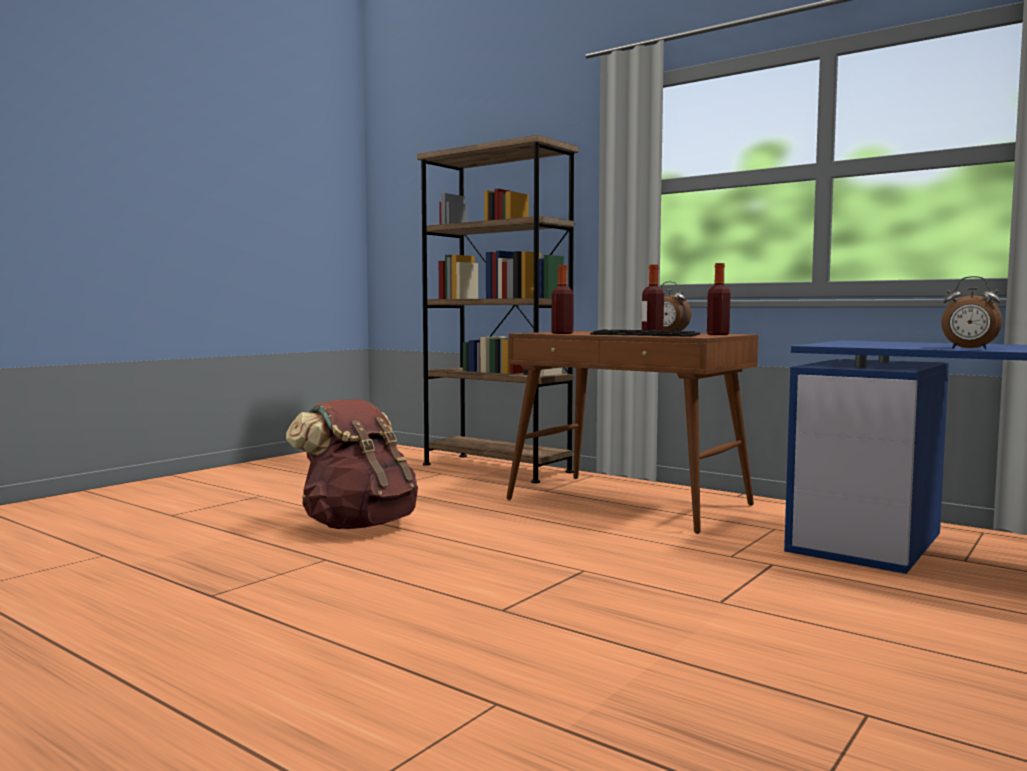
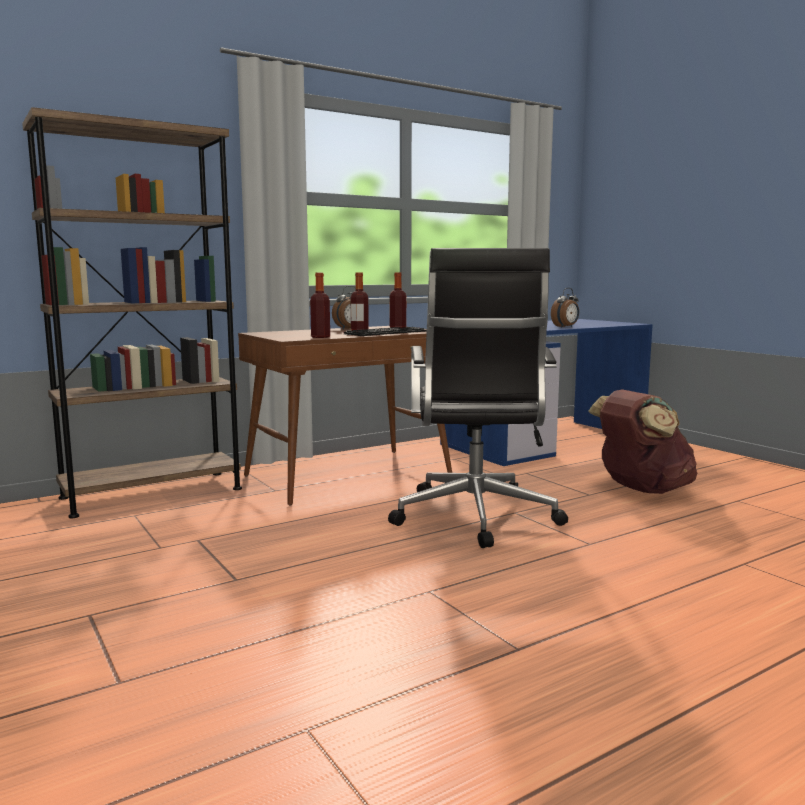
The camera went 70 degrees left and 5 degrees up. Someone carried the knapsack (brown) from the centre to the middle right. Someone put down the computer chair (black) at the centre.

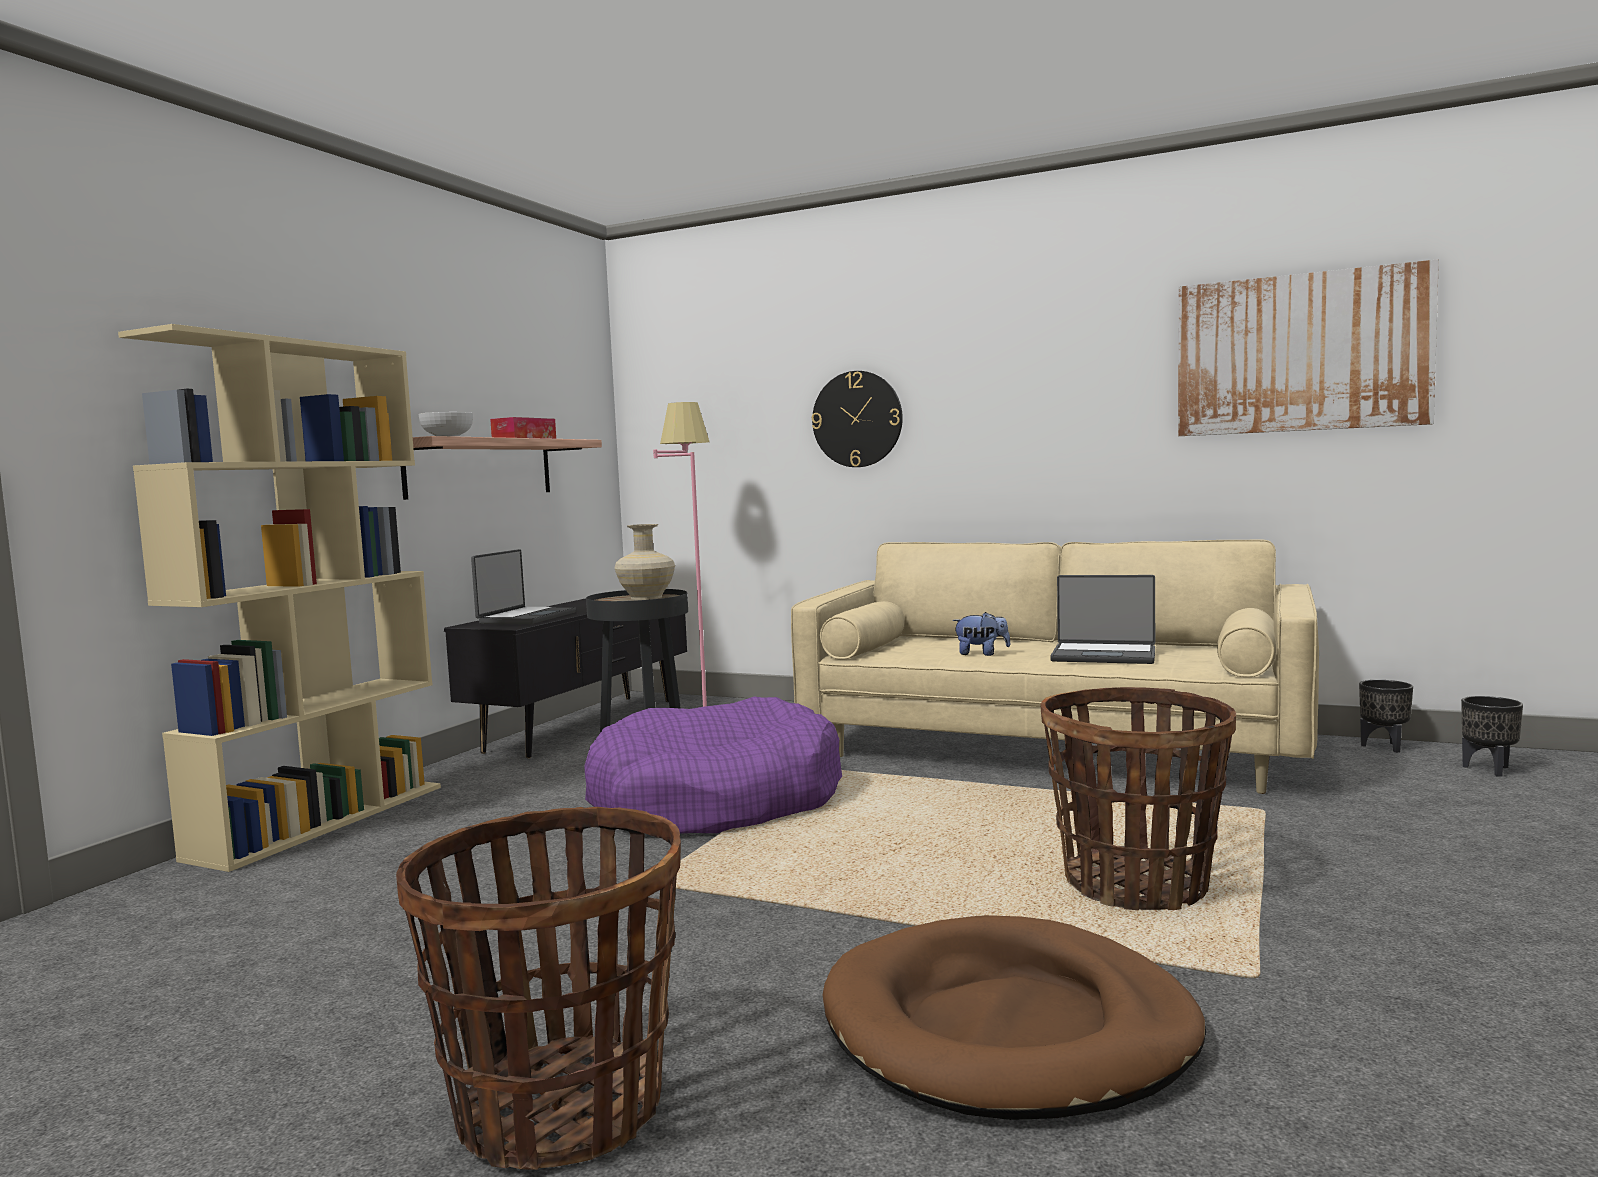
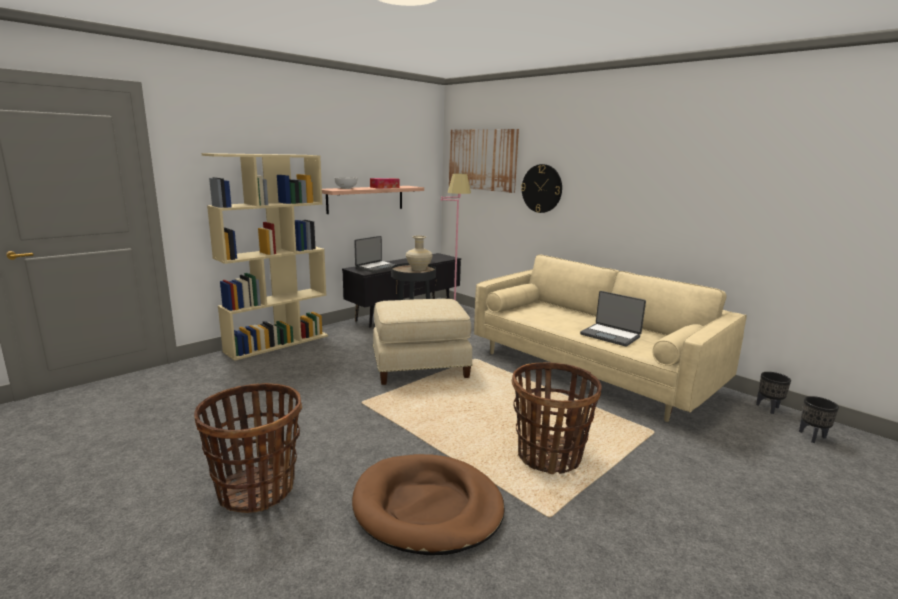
The camera went 20 degrees right and 10 degrees up. Someone swapped the pet bed (purplish) at the centre for the footrest (beige) at the centre. Someone took away the plush toy at the centre. Someone carried the wall art from the top right to the top centre.

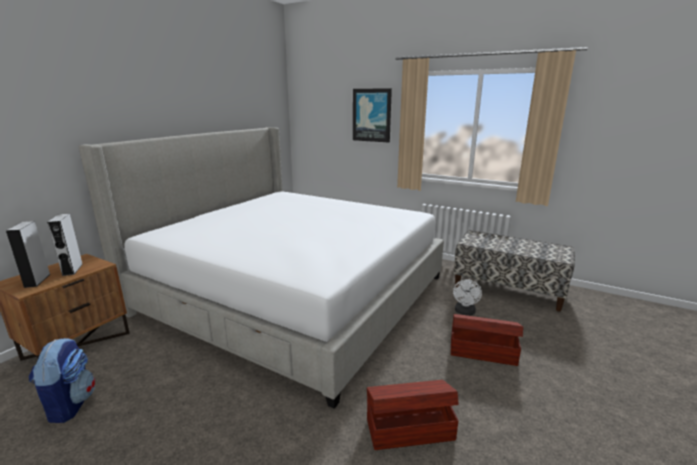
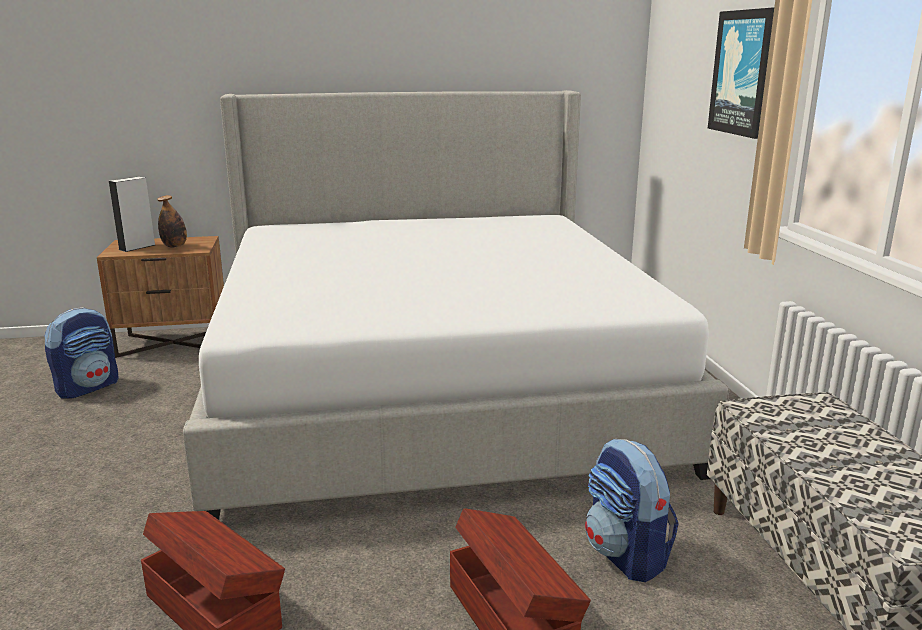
The camera went 50 degrees right and 0 degrees up. Someone swapped the audio speaker (grey) (2nd from left) at the middle left for the drink bottle at the middle left. Someone swapped the cooling fan (whitish) at the middle right for the knapsack (2nd from left) at the bottom right.

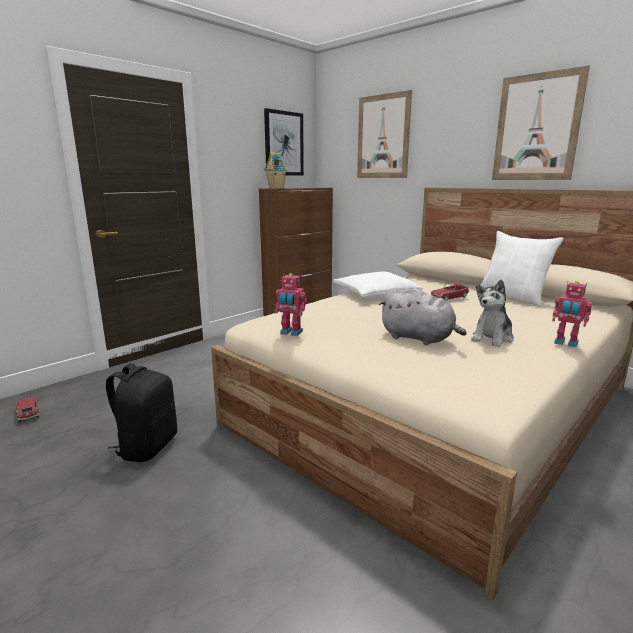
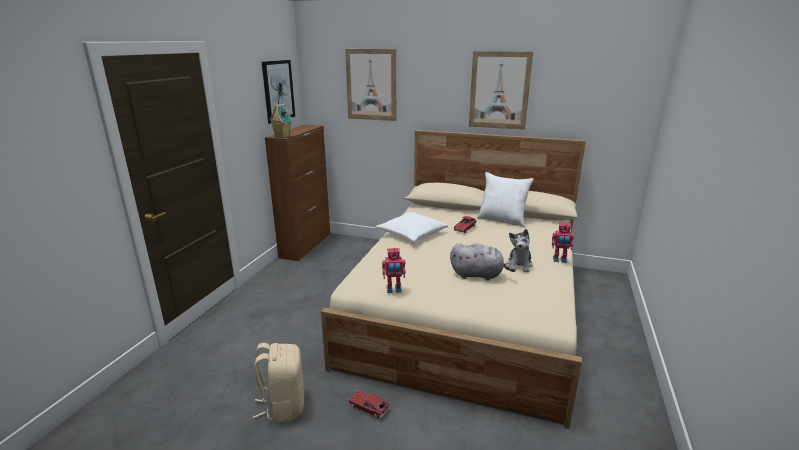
The camera went 25 degrees left and 5 degrees up. Someone carried the miniature car (1st from left) from the middle left to the bottom centre. Someone repainted the knapsack (black) at the middle left, which became the knapsack (beige) at the bottom centre.

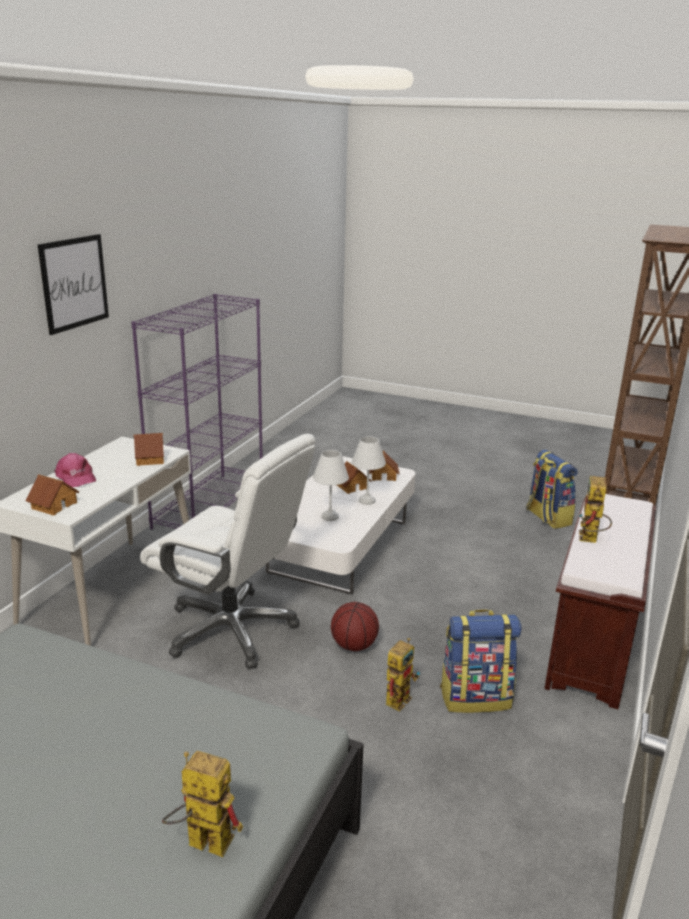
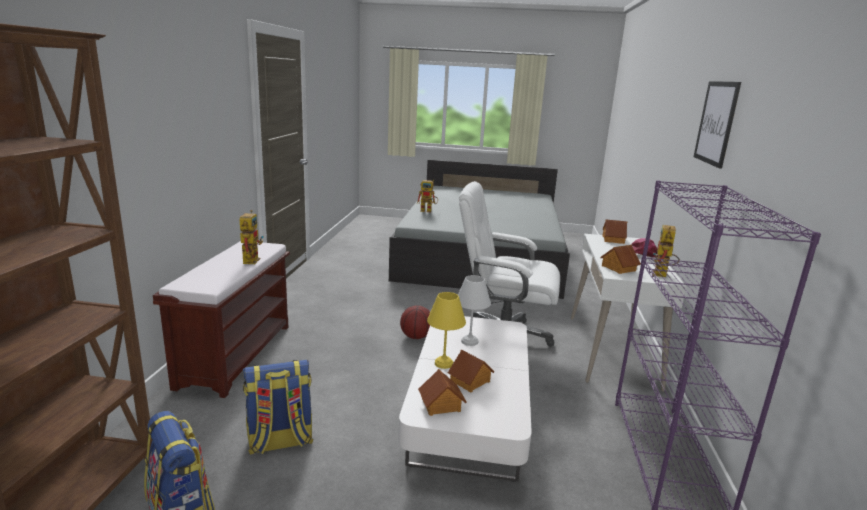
The camera went 165 degrees right and 5 degrees down. Someone repainted the table lamp (whitish) (2nd from left) at the centre, which became the table lamp (yellow) at the centre. Someone carried the robot figure (2nd from left in the first image) from the bottom centre to the middle right. Someone carried the knapsack (1st from left in the first image) from the bottom right to the bottom left.

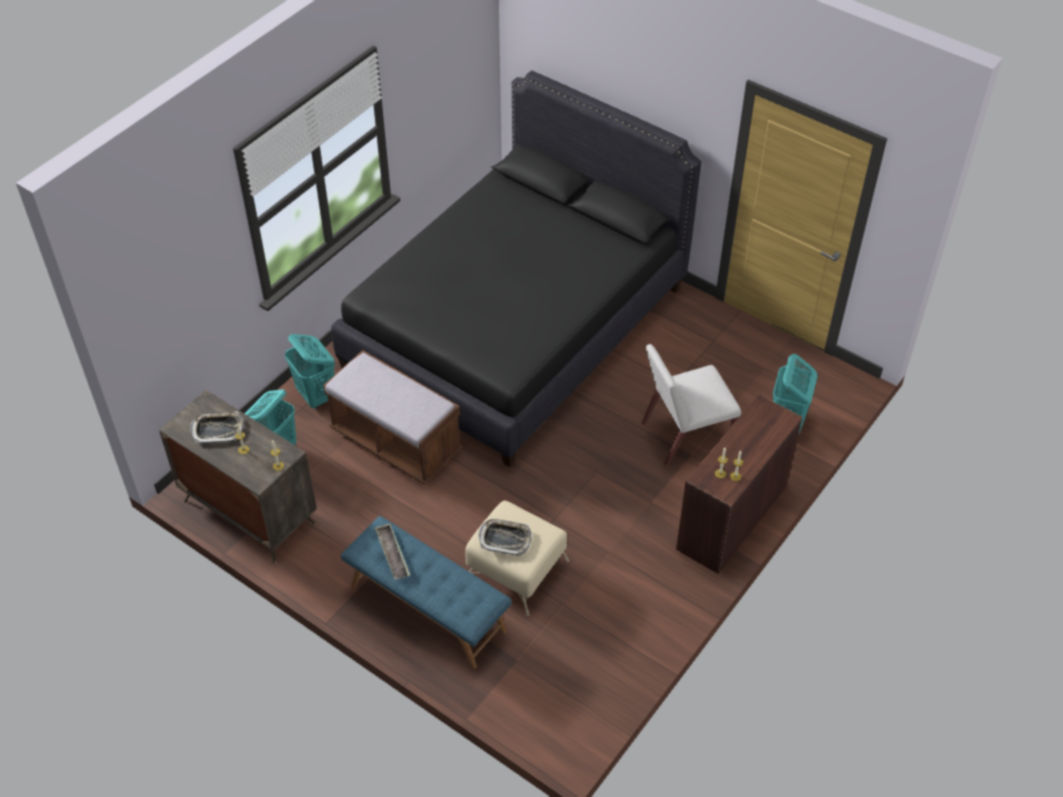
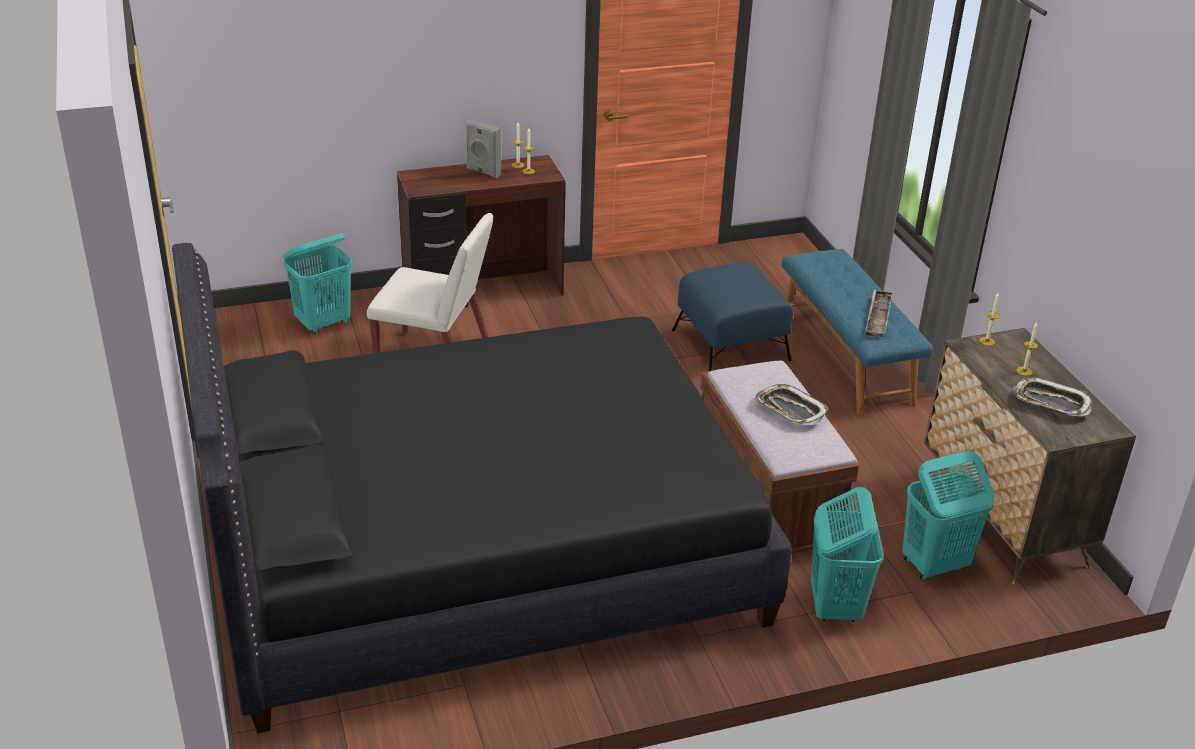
The camera went 145 degrees left and 15 degrees down. Someone repainted the footrest (beige) at the bottom centre, which became the footrest (bluish) at the centre. Someone carried the carrying tray (3rd from left in the first image) from the bottom centre to the centre. Someone put down the audio speaker (grey) at the top centre.

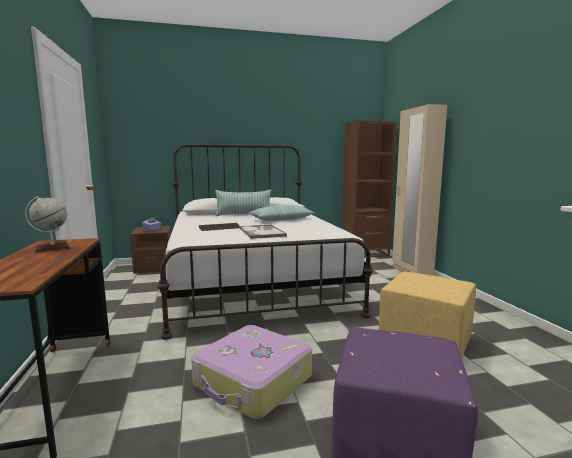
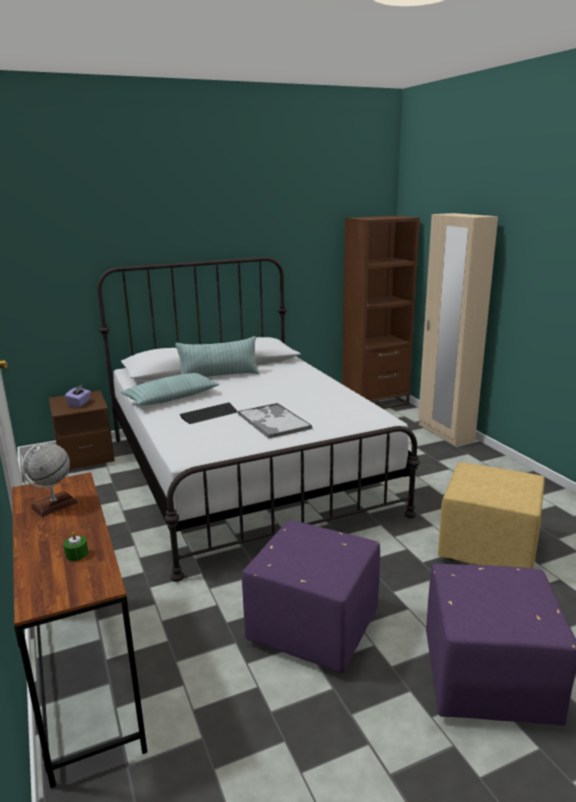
The camera went 10 degrees left and 10 degrees up. Someone swapped the suitcase at the bottom centre for the footrest (purplish) (1st from left) at the bottom centre. Someone carried the throw pillow (2nd from left in the first image) from the centre to the middle left. Someone put down the wax candle (greenish) at the bottom left.

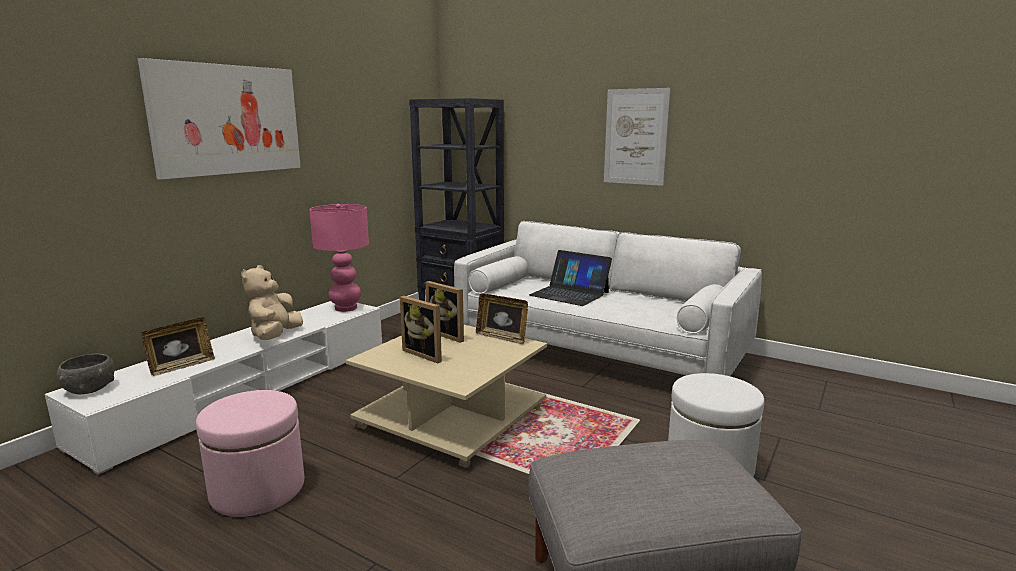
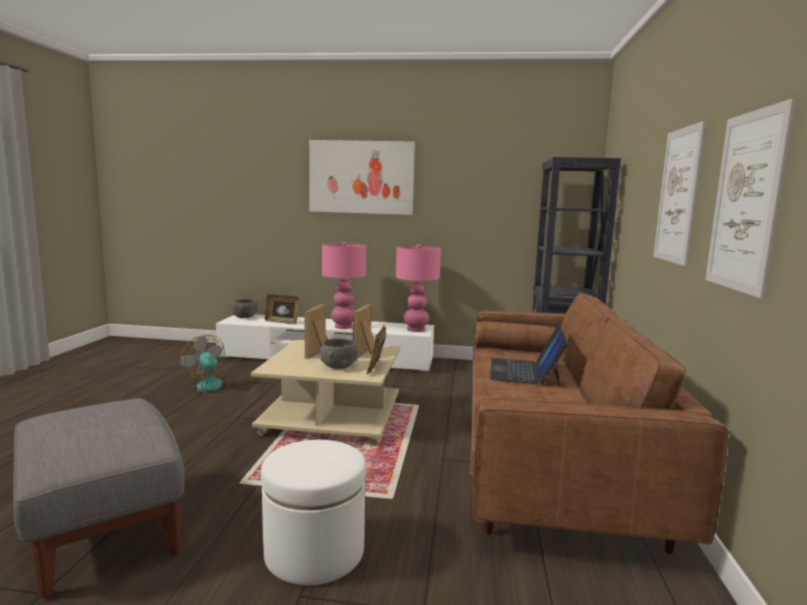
The camera went 65 degrees right and 5 degrees down. Someone swapped the footrest (pink) at the bottom left for the cooling fan at the middle left. Someone swapped the plush toy (beige) at the middle left for the table lamp (pink) (1st from left) at the centre. Someone repainted the sofa (whitish) at the centre, which became the sofa (brown) at the bottom right. Someone put down the bowl (grey) (2nd from left) at the centre. Someone put up the wall art (3rd from left) at the top right.

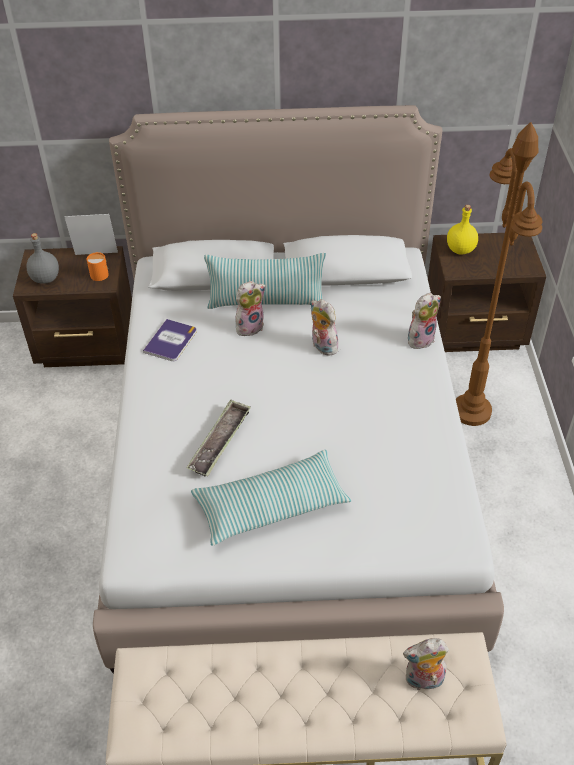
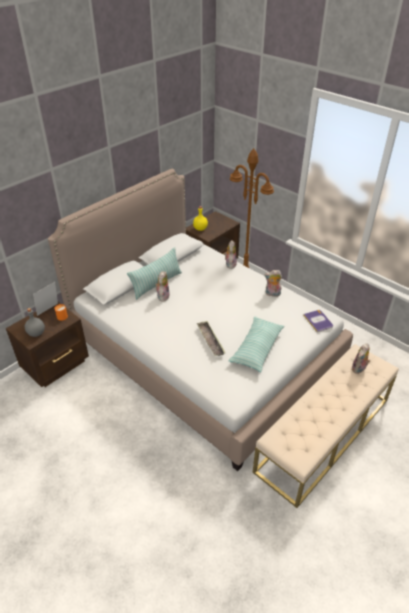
The camera went 45 degrees left and 5 degrees down. Someone carried the book from the middle left to the middle right. Someone carried the plush toy (2nd from left in the first image) from the centre to the middle right.

